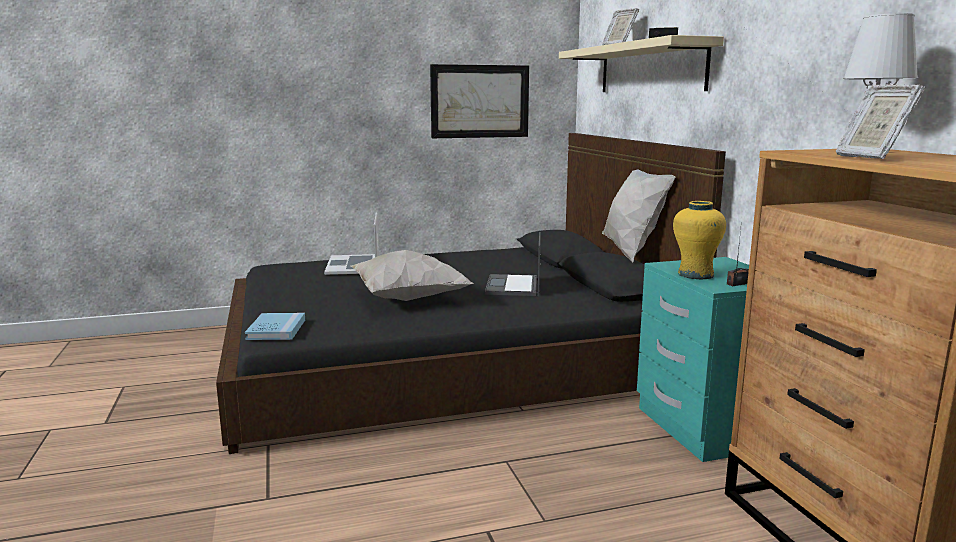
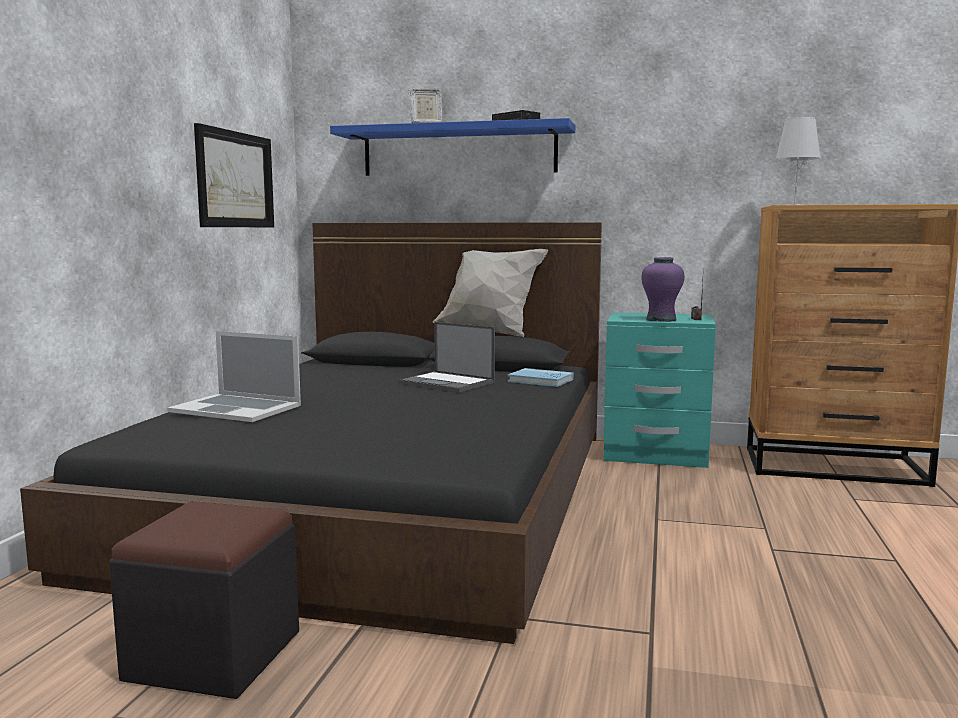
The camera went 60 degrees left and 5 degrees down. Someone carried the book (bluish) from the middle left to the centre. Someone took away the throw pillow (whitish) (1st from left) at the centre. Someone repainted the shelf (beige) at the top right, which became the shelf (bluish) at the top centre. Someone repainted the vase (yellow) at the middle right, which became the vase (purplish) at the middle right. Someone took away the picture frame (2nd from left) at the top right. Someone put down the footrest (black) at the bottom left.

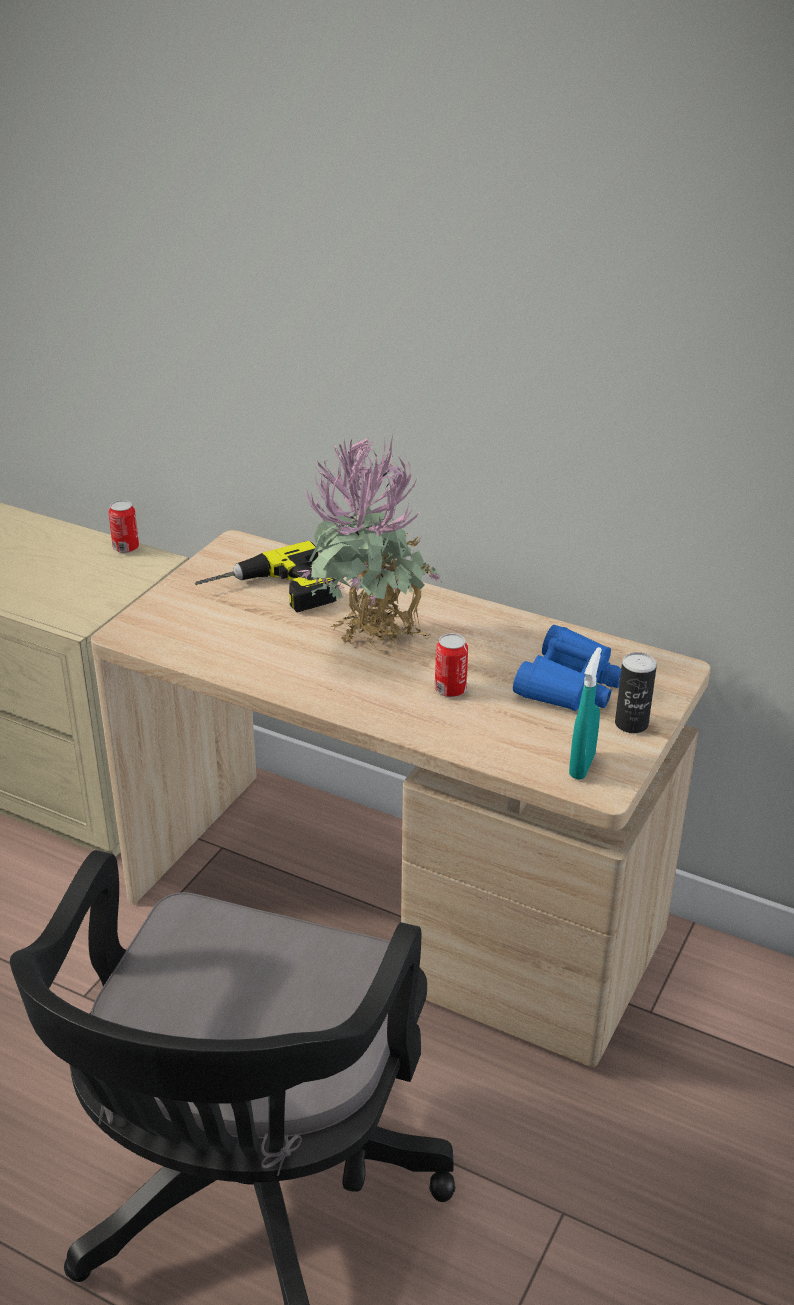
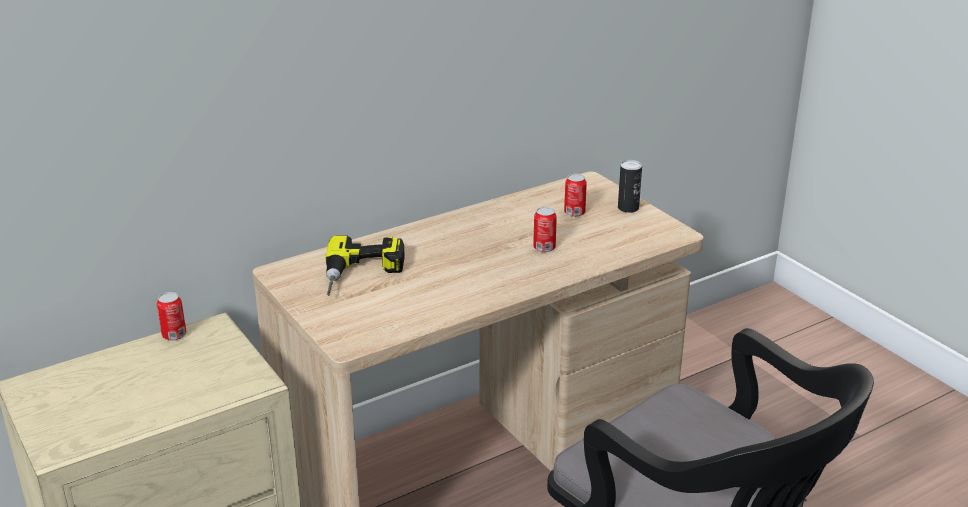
The camera went 60 degrees left and 5 degrees down. Someone took away the potted plant at the centre. Someone swapped the field glasses (bluish) at the middle right for the can (3rd from left) at the centre. Someone took away the sprayer (turquoise-coloured) at the middle right.

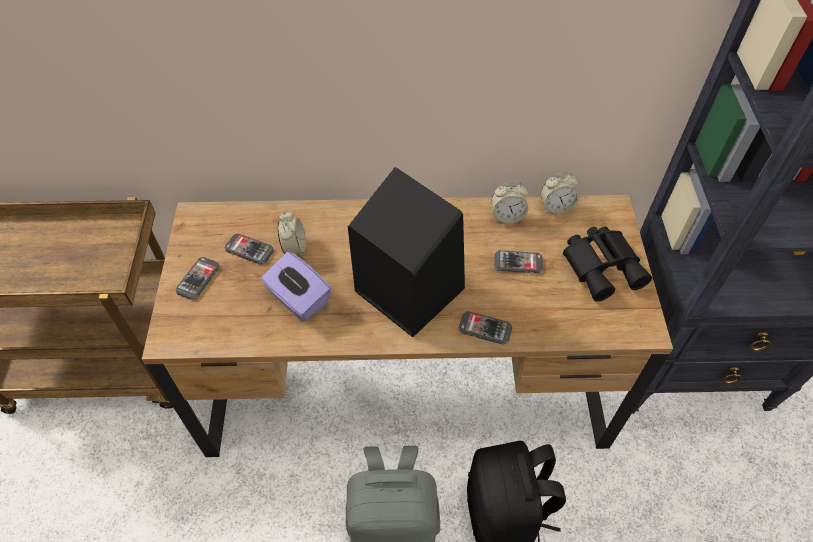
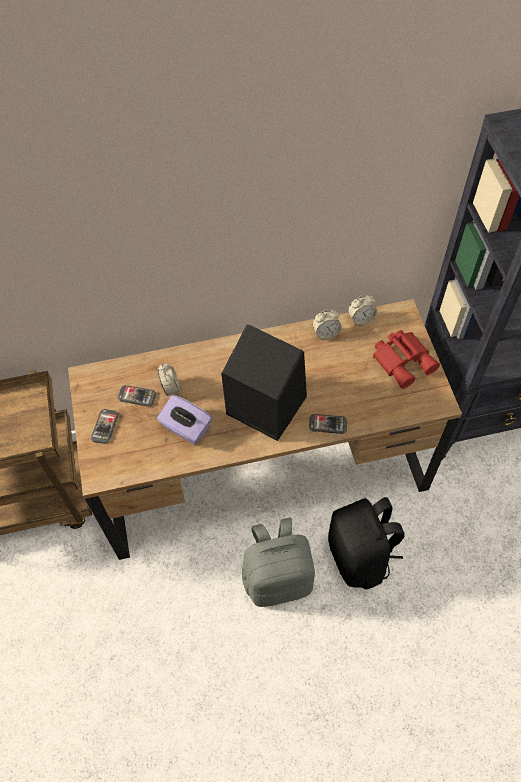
The camera went 10 degrees left and 5 degrees up. Someone took away the handset (4th from left) at the centre. Someone repainted the field glasses (black) at the middle right, which became the field glasses (red) at the middle right.

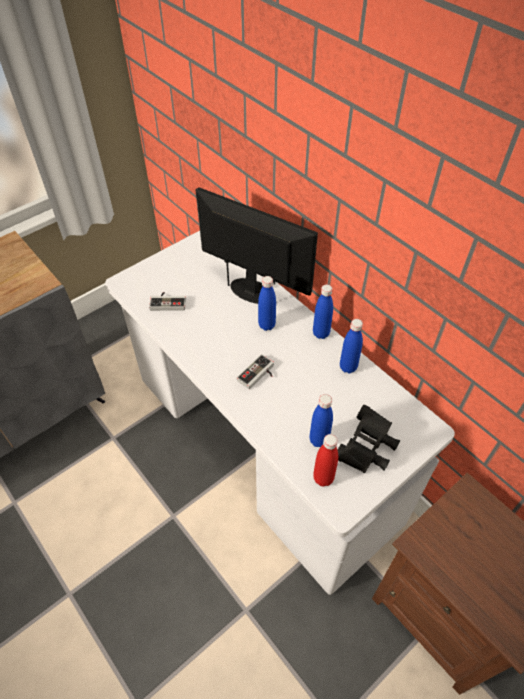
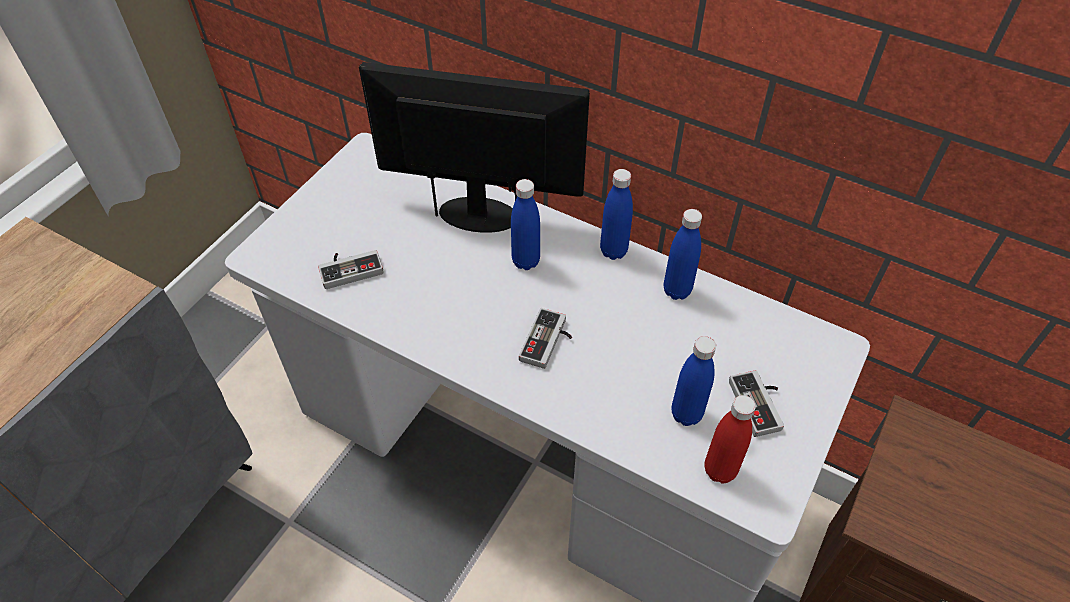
The camera went 20 degrees left and 0 degrees up. Someone swapped the field glasses (black) at the middle right for the game controller (3rd from left) at the bottom right.

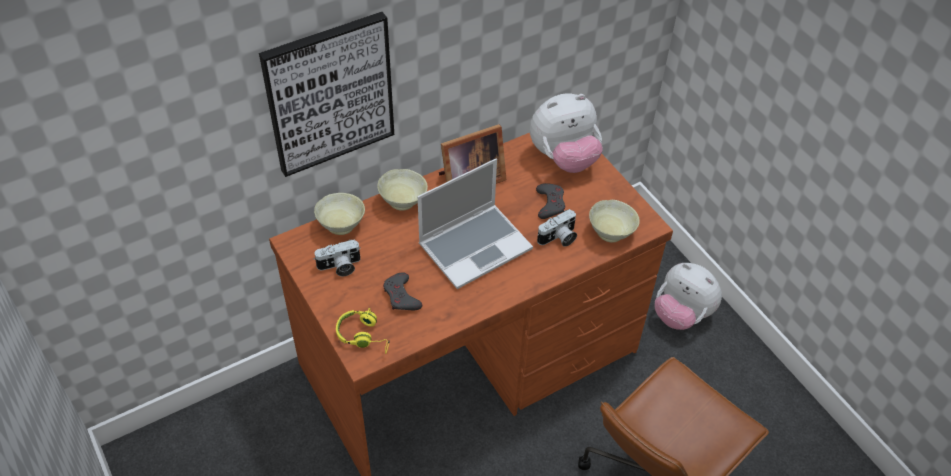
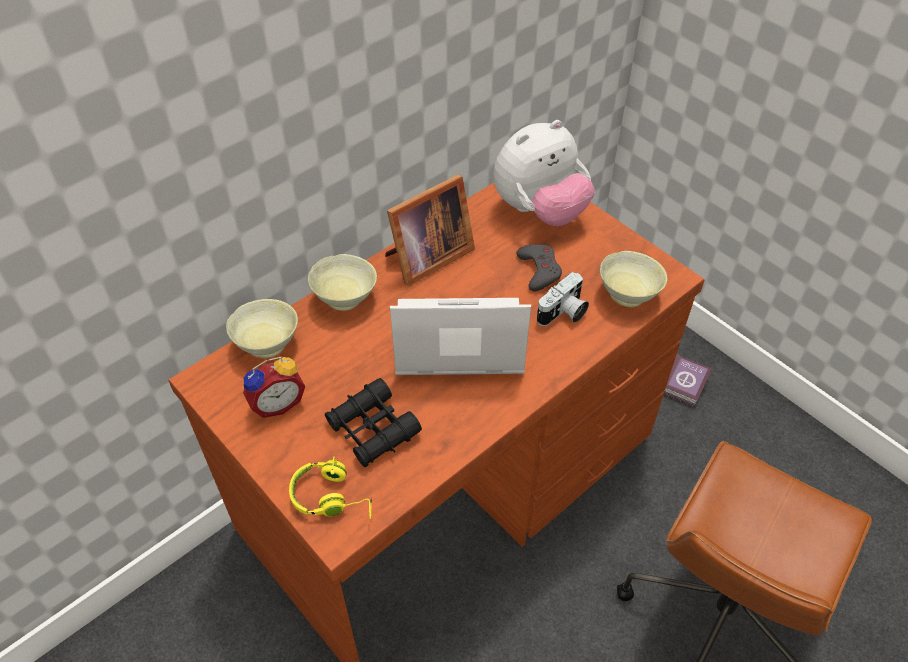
The camera went 10 degrees left and 0 degrees up. Someone took away the wall art at the top centre. Someone swapped the photo camera (1st from left) at the centre for the table clock at the middle left. Someone swapped the game controller (grey) (1st from left) at the centre for the field glasses (black) at the centre. Someone rotated the laptop at the centre by 135 degrees counterclockwise. Someone swapped the plush toy (2nd from left) at the middle right for the book at the middle right.

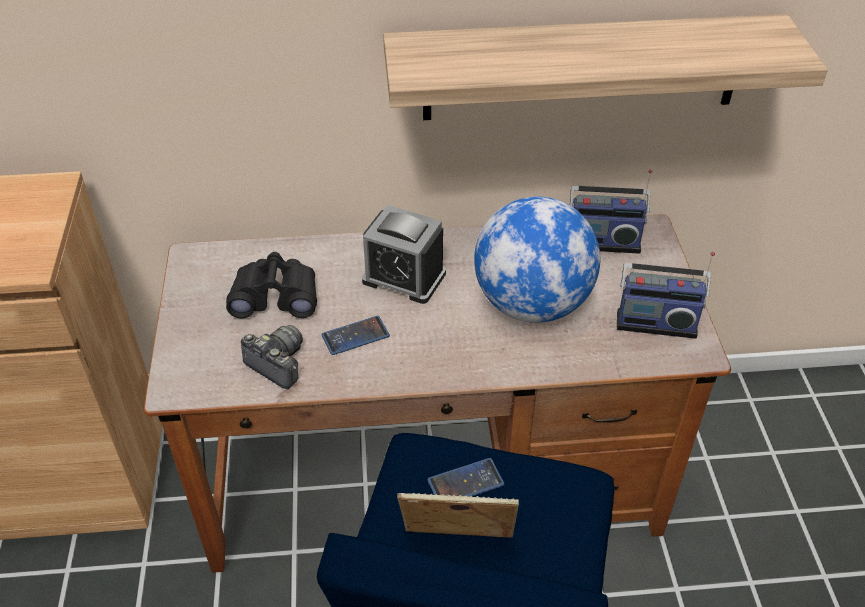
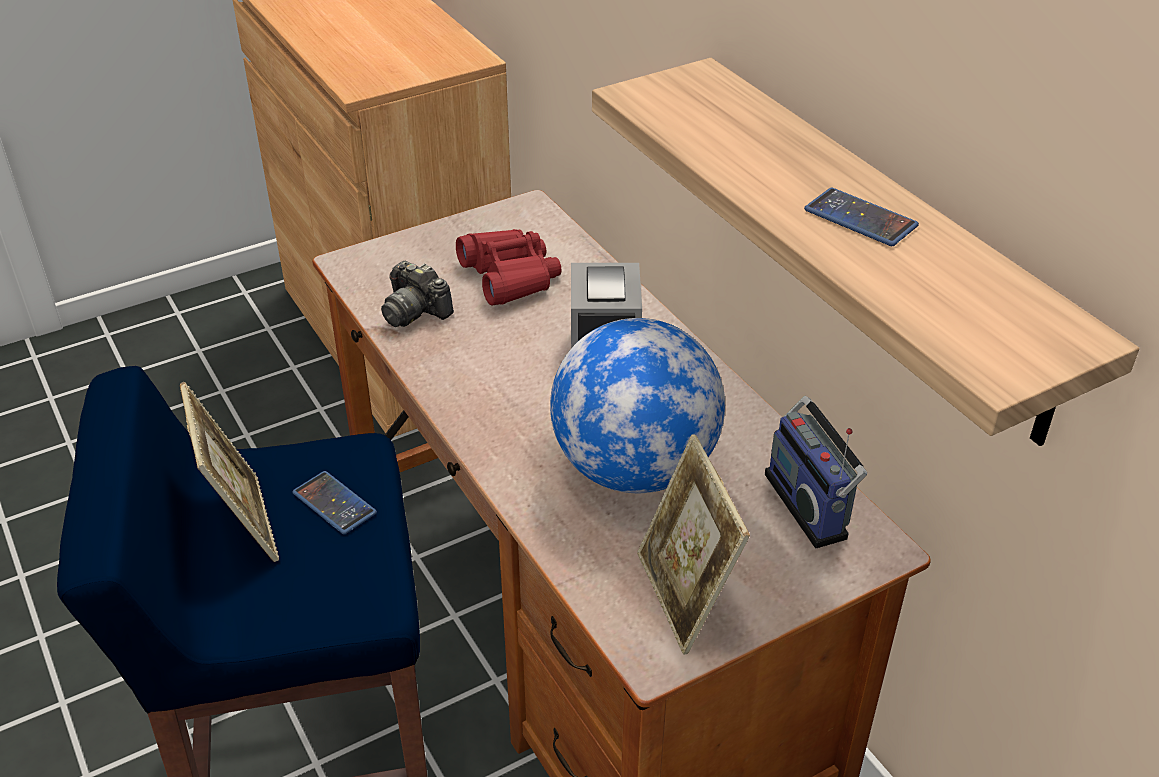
The camera went 65 degrees right and 5 degrees down. Someone repainted the field glasses (black) at the middle left, which became the field glasses (red) at the centre. Someone rotated the photo camera at the middle left by 120 degrees clockwise. Someone carried the handset (1st from left in the first image) from the centre to the top right. Someone swapped the radio set (2nd from left) at the middle right for the picture frame (2nd from left) at the bottom centre.

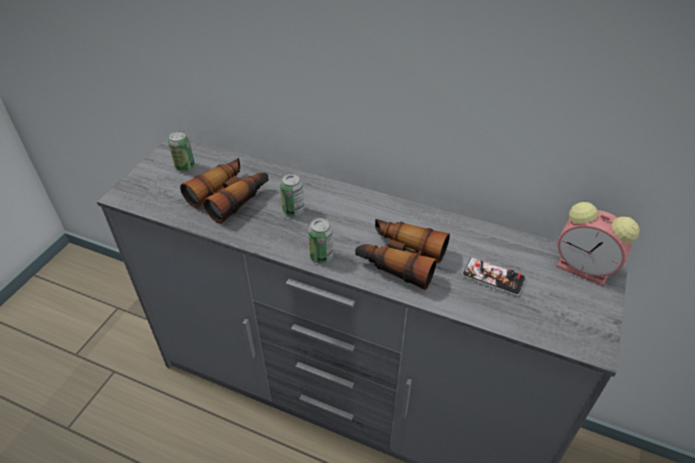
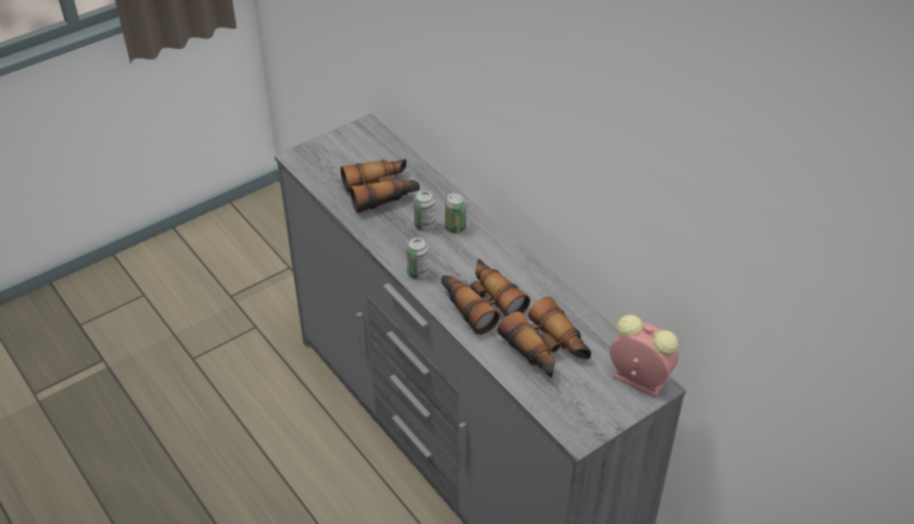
The camera went 30 degrees right and 0 degrees up. Someone carried the can (1st from left in the first image) from the top left to the centre. Someone swapped the handset at the middle right for the field glasses (3rd from left) at the centre. Someone rotated the table clock at the middle right by 150 degrees clockwise.

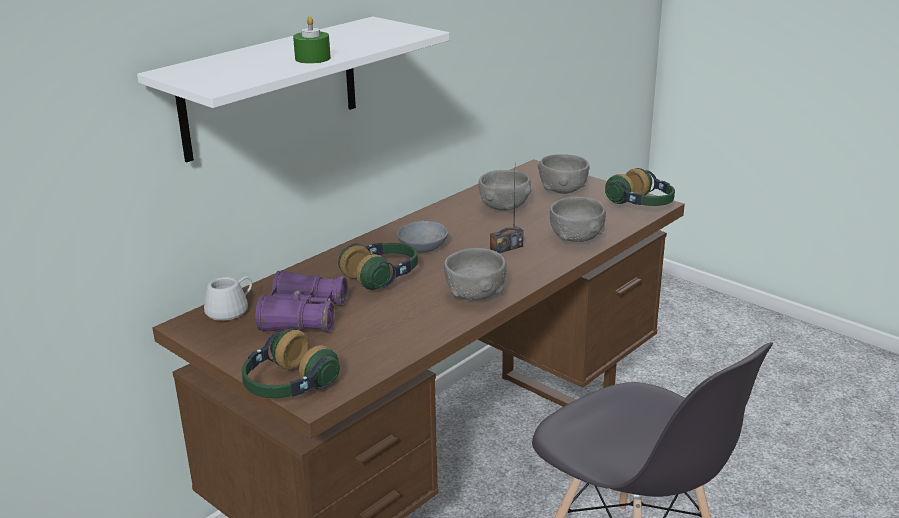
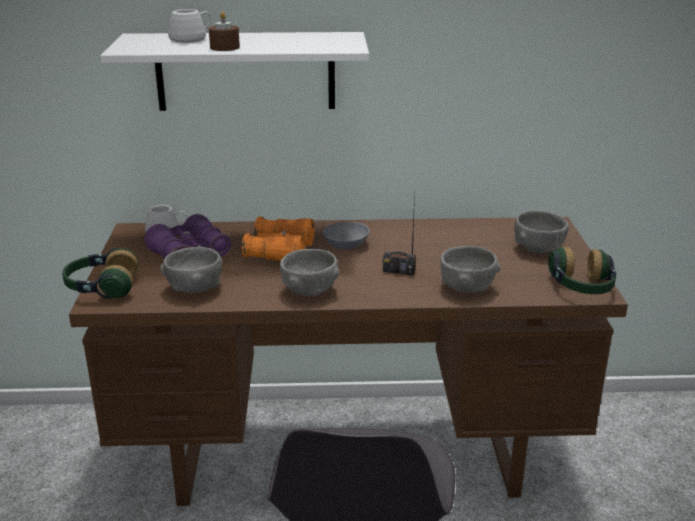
The camera went 45 degrees right and 0 degrees up. Someone repainted the wax candle (greenish) at the top centre, which became the wax candle (brown) at the top left. Someone swapped the headset (2nd from left) at the centre for the field glasses (orange-coloured) at the centre. Someone carried the bowl (grey) (3rd from left in the first image) from the centre to the middle left. Someone put down the coffee mug (whitish) (2nd from left) at the top left.

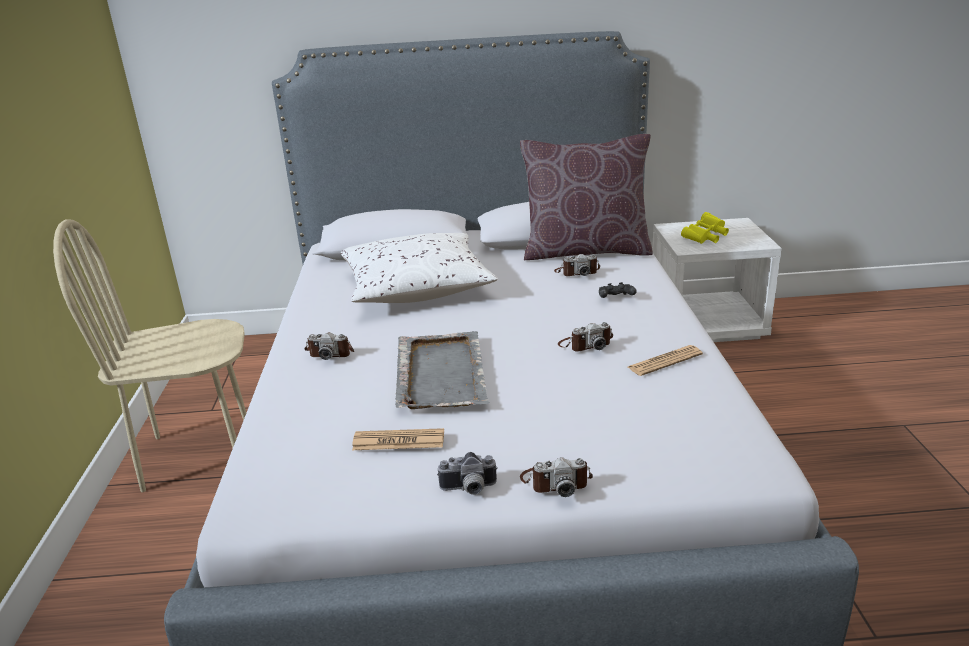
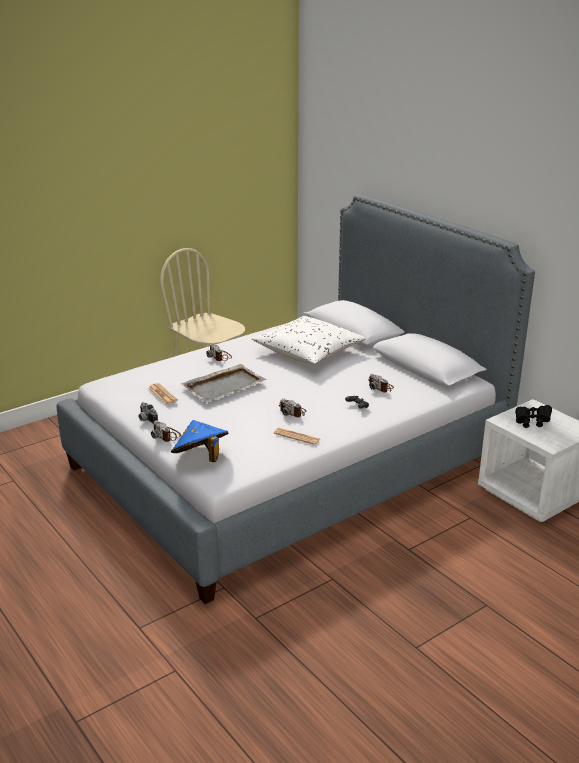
The camera went 55 degrees right and 0 degrees up. Someone took away the throw pillow (brown) at the top centre. Someone repainted the field glasses (yellow) at the middle right, which became the field glasses (black) at the middle right. Someone put down the wearable hat (bluish) at the centre.

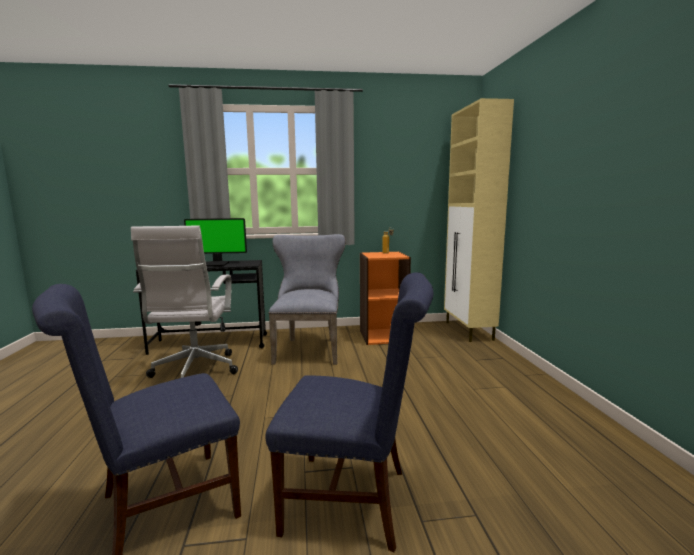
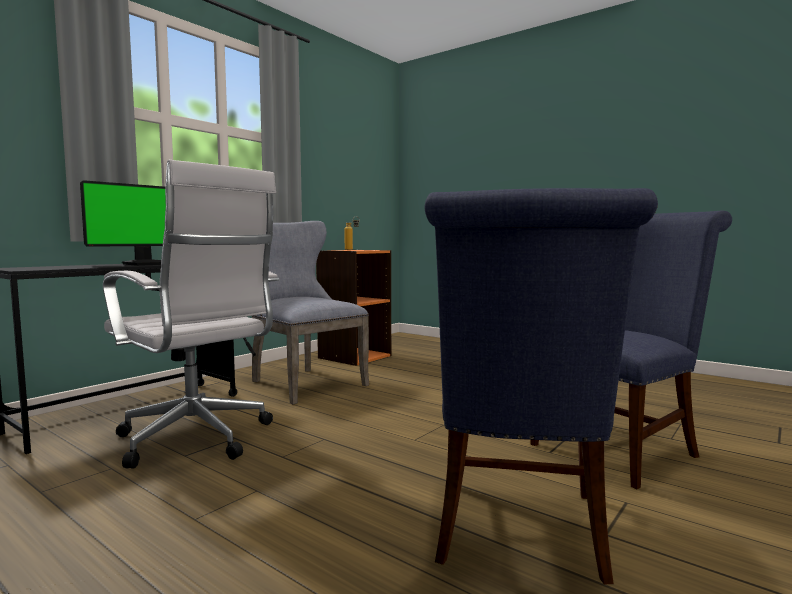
The camera went 45 degrees left and 5 degrees down. Someone took away the cabinet (beige) at the middle right.

